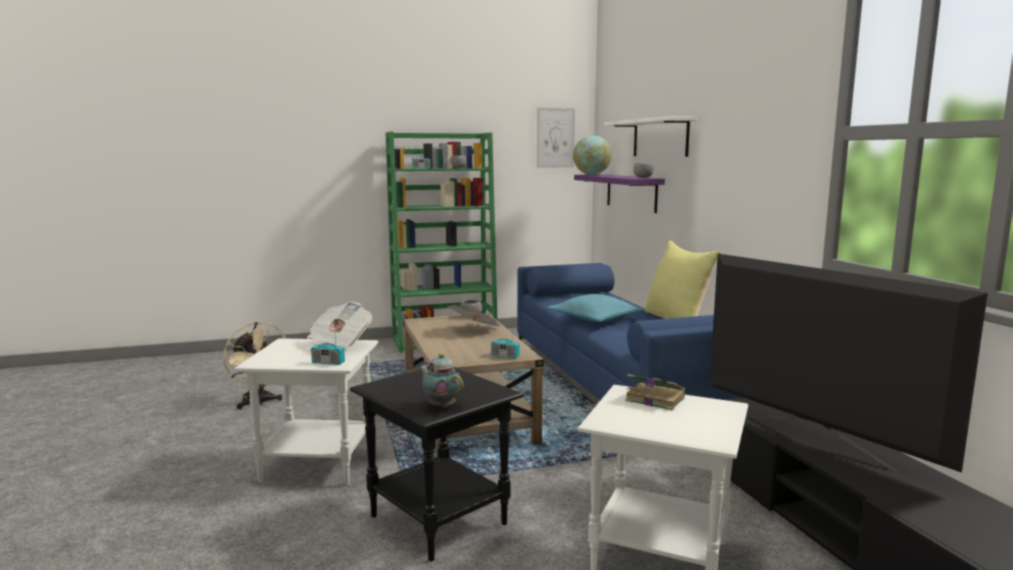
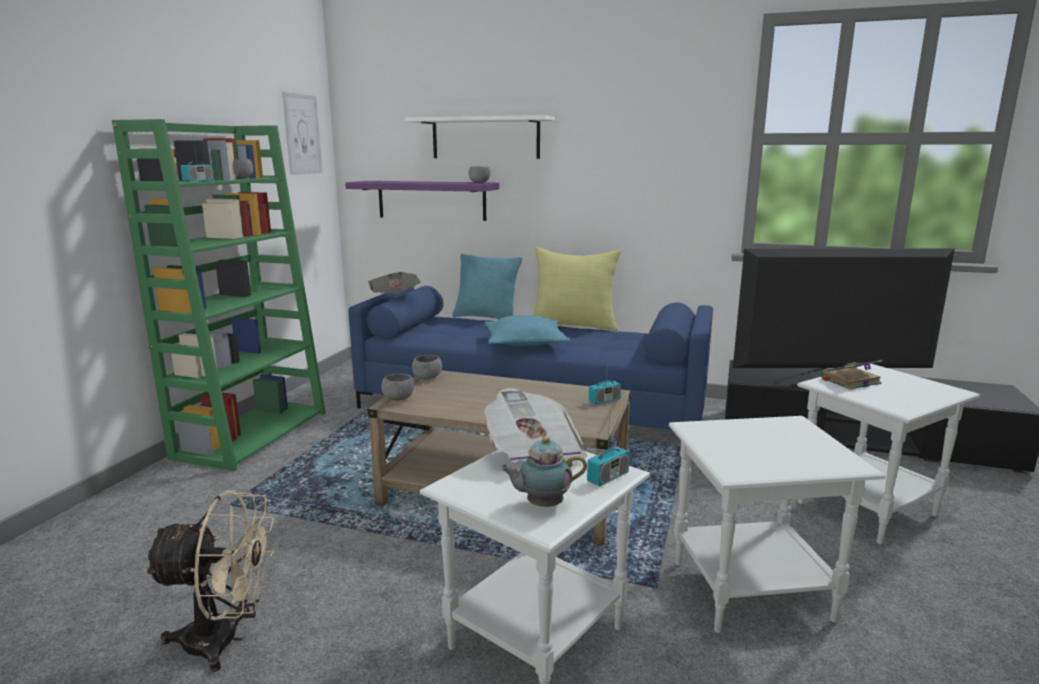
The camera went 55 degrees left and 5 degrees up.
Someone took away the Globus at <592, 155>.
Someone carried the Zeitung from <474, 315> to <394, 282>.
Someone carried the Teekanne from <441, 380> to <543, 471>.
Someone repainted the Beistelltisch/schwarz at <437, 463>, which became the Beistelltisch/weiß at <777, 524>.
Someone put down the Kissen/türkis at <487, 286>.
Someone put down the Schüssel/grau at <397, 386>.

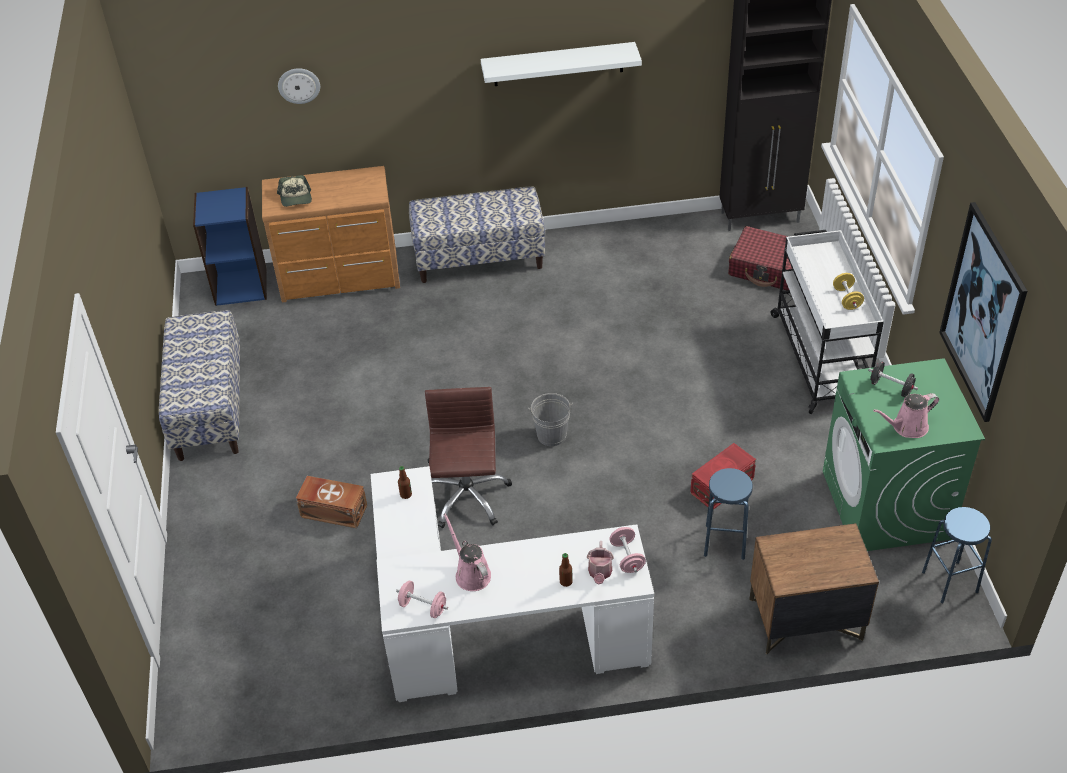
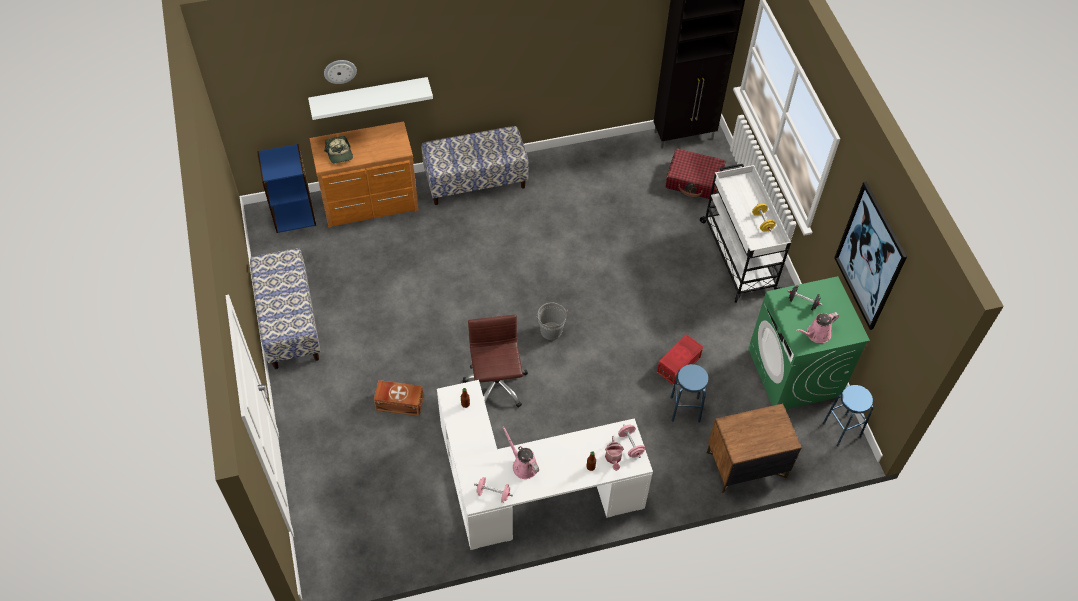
The camera went 10 degrees left and 10 degrees up.
Someone carried the Wandregal/weiß from <561, 64> to <370, 98>.

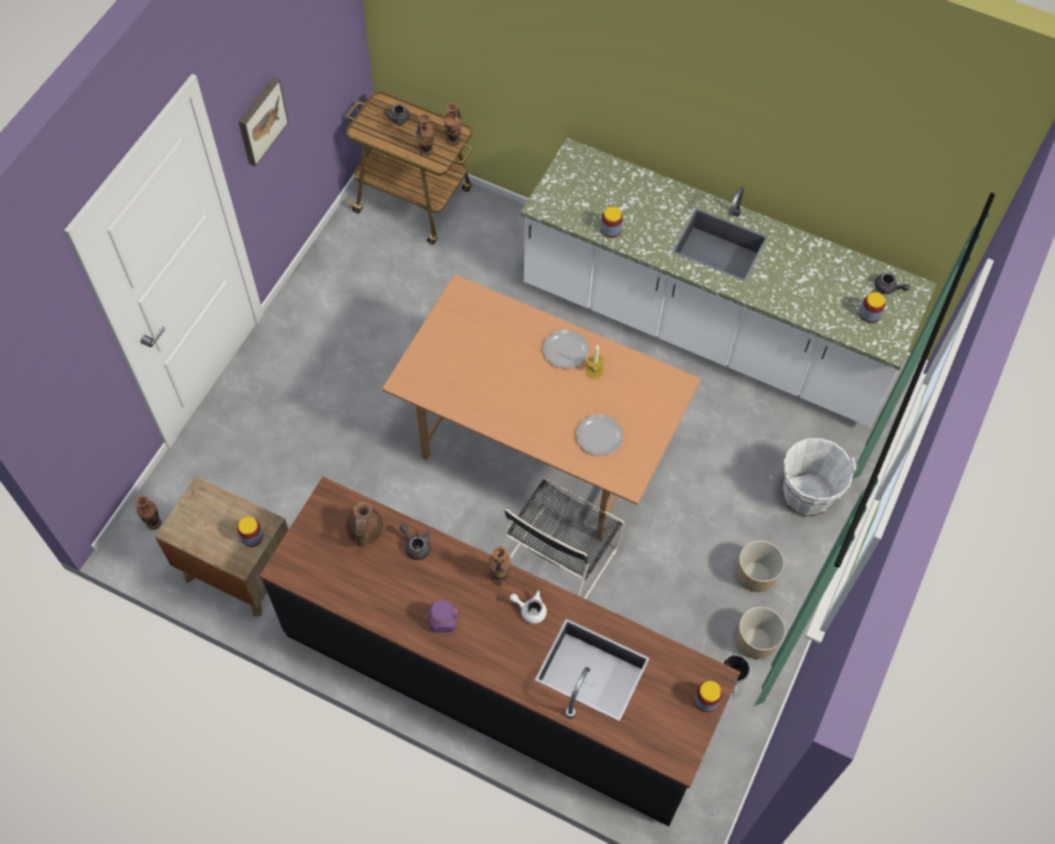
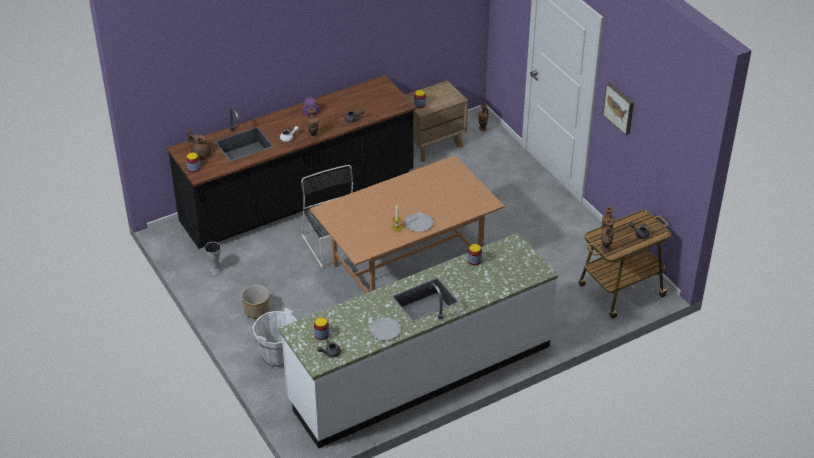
The camera went 125 degrees right and 20 degrees down.
Someone carried the Teller from <600, 435> to <385, 329>.
Someone carried the Teekanne/braun from <364, 523> to <199, 144>.
Someone took away the Pflanzkübel at <761, 632>.

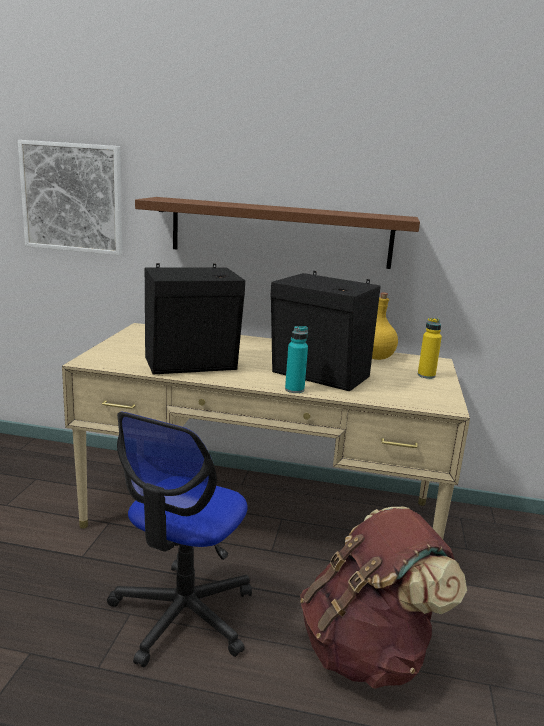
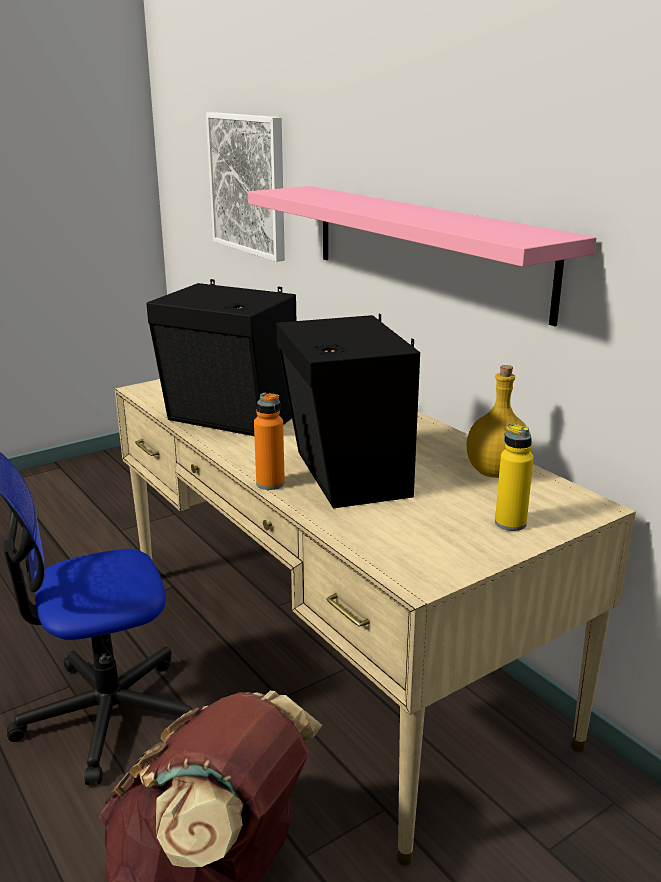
The camera went 45 degrees right and 5 degrees up.
Someone repainted the Wandregal/braun at <277, 233>, which became the Wandregal/rosa at <422, 256>.
Someone repainted the Flasche/türkis at <296, 359>, which became the Flasche/orange at <269, 441>.

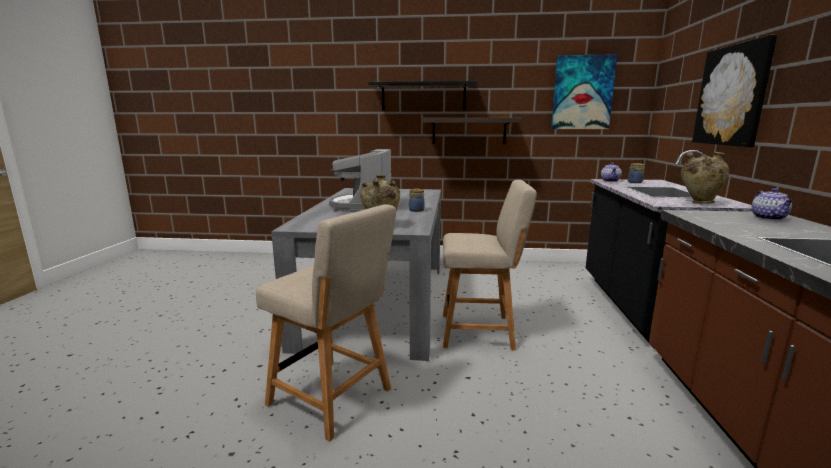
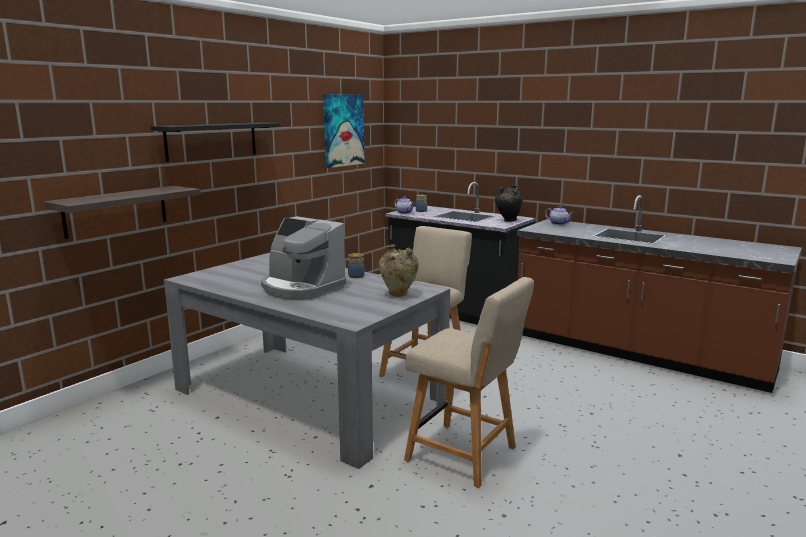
The camera went 60 degrees left and 0 degrees up.
Someone took away the Bild at <734, 91>.
Someone carried the Wandregal from <471, 131> to <121, 212>.
Someone repainted the Vase/beige at <705, 178>, which became the Vase/schwarz at <509, 203>.
Someone rotated the Stuhl/beige at <326, 323> by 60 degrees clockwise.

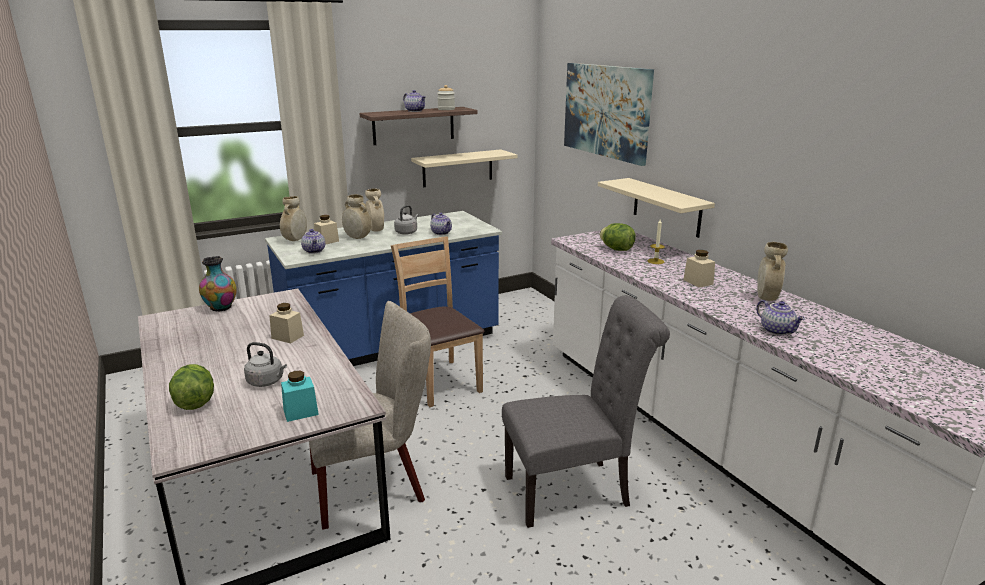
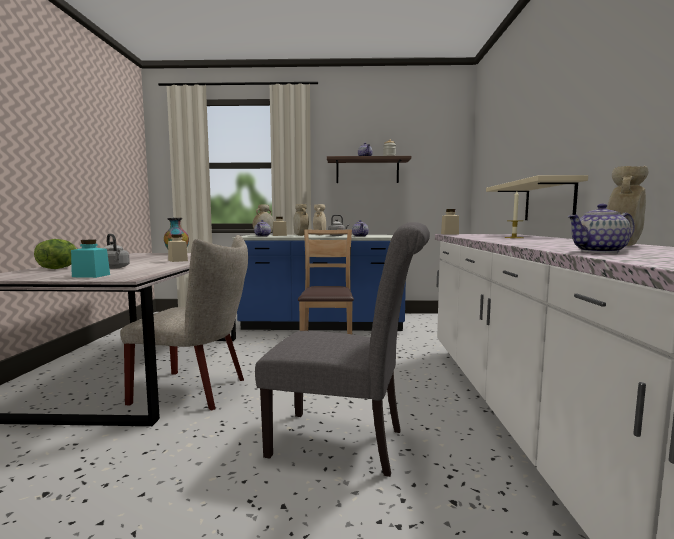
The camera went 30 degrees right and 15 degrees down.
Someone took away the Bild at <609, 114>.
Someone took away the Wandregal/beige at <464, 168>.
Someone took away the Salatkopf at <618, 237>.
Someone carried the Vorratsglas/beige from <699, 269> to <450, 222>.
Someone rotated the Teekanne at <780, 317> by 75 degrees clockwise.

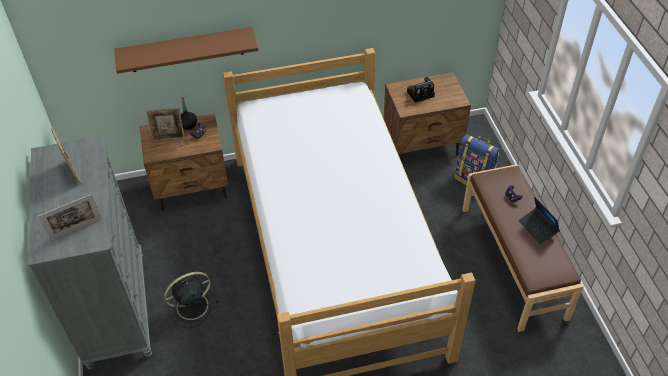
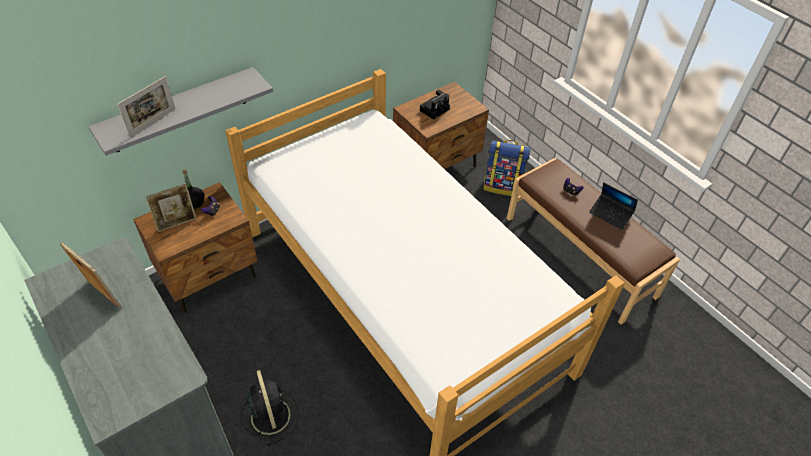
The camera went 25 degrees left and 0 degrees up.
Someone repainted the Wandregal/braun at <186, 50>, which became the Wandregal/grau at <180, 111>.
Someone carried the Bilderrahmen from <70, 217> to <146, 106>.
Someone rotated the Ventilator/schwarz at <191, 300> by 120 degrees clockwise.

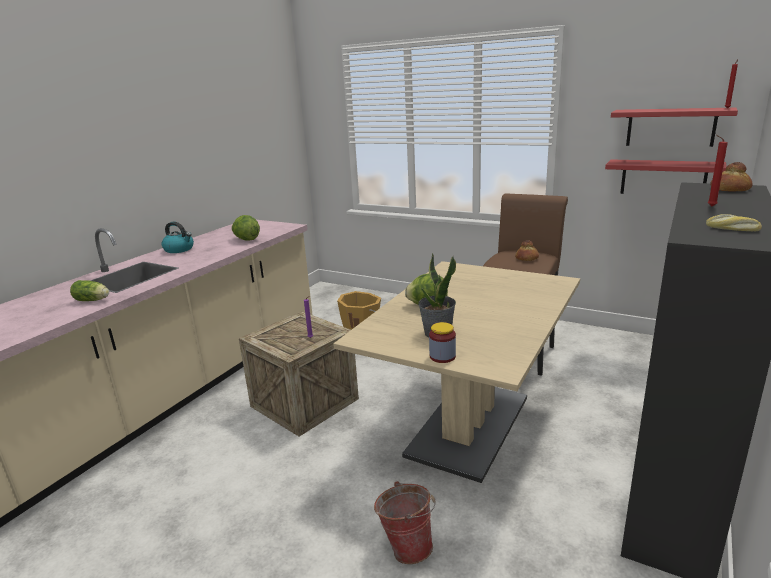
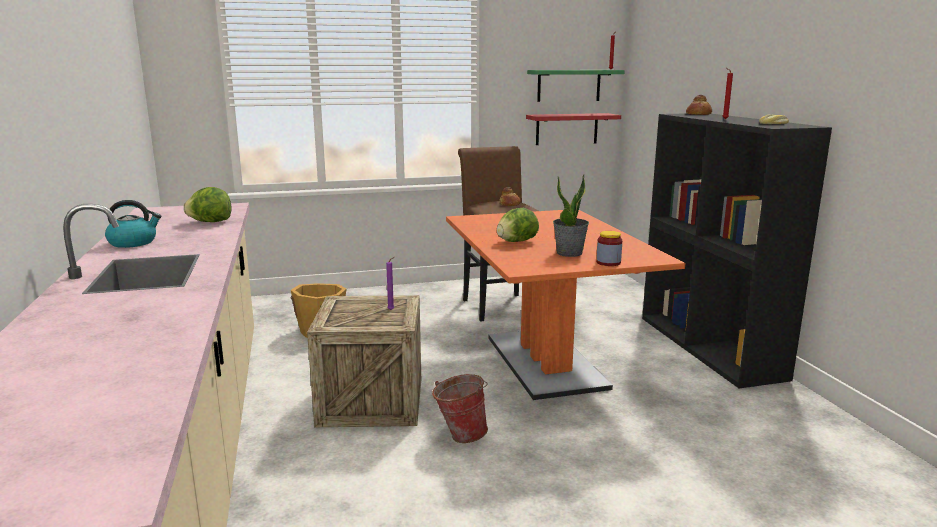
The camera went 45 degrees left and 5 degrees down.
Someone repainted the Wandregal/rot at <674, 127>, which became the Wandregal/grün at <576, 86>.
Someone repainted the Esstisch/beige at <456, 372>, which became the Esstisch/orange at <565, 305>.
Someone took away the Salatkopf at <89, 290>.
Someone carried the Eimer from <405, 522> to <460, 408>.

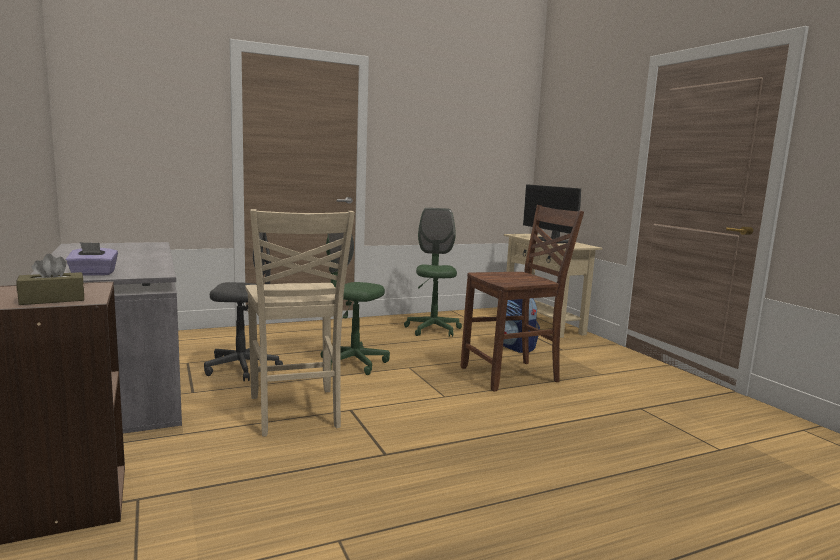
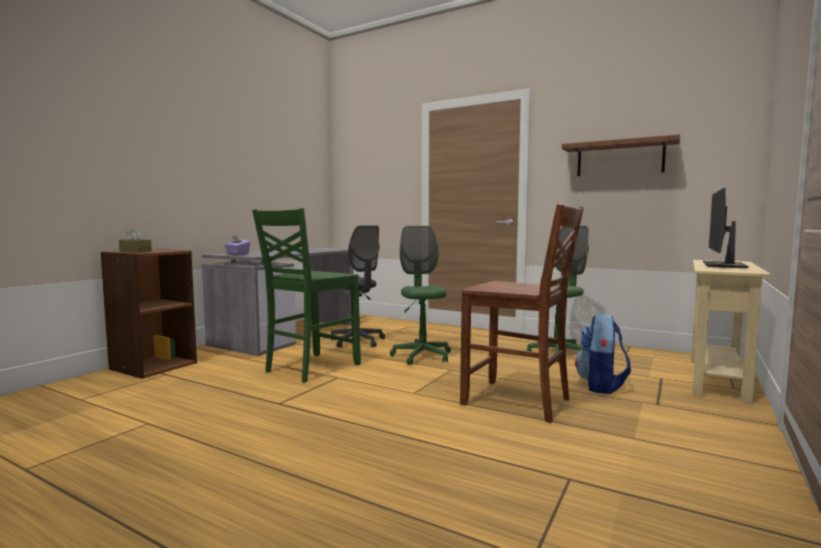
The camera went 55 degrees right and 5 degrees down.
Someone repainted the Stuhl/beige at <300, 322>, which became the Stuhl/grün at <306, 295>.
Someone put up the Wandregal/braun at <621, 155>.

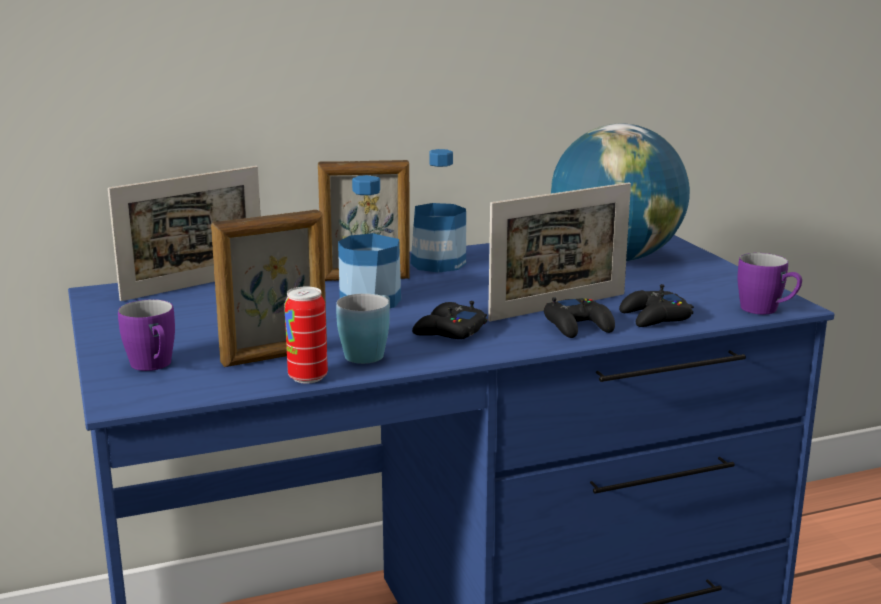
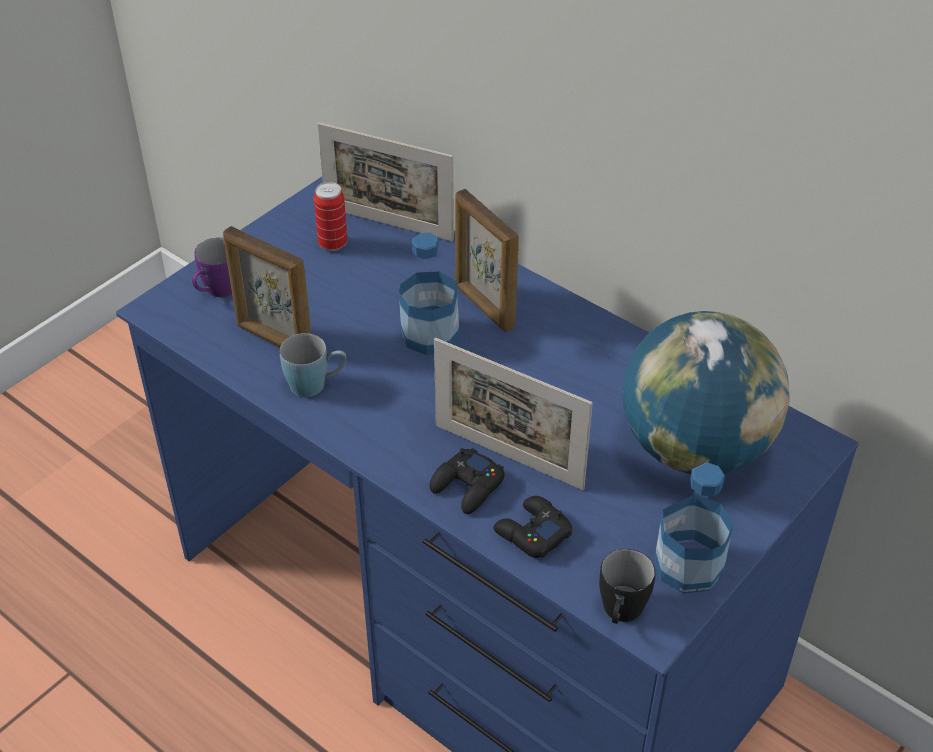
The camera went 60 degrees right and 25 degrees up.
Someone carried the Flasche from <438, 211> to <693, 528>.
Someone repainted the Henkelbecher/lila at <770, 283>, which became the Henkelbecher/schwarz at <627, 586>.
Someone carried the Dose from <306, 335> to <331, 216>.
Someone took away the Gamepad/schwarz at <449, 320>.

